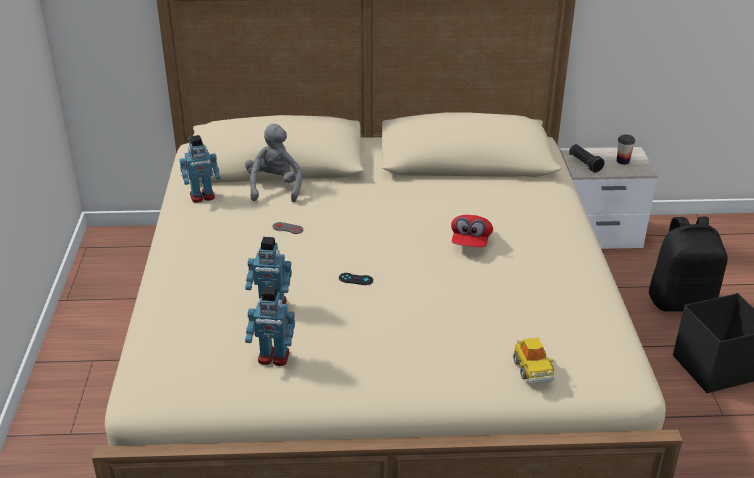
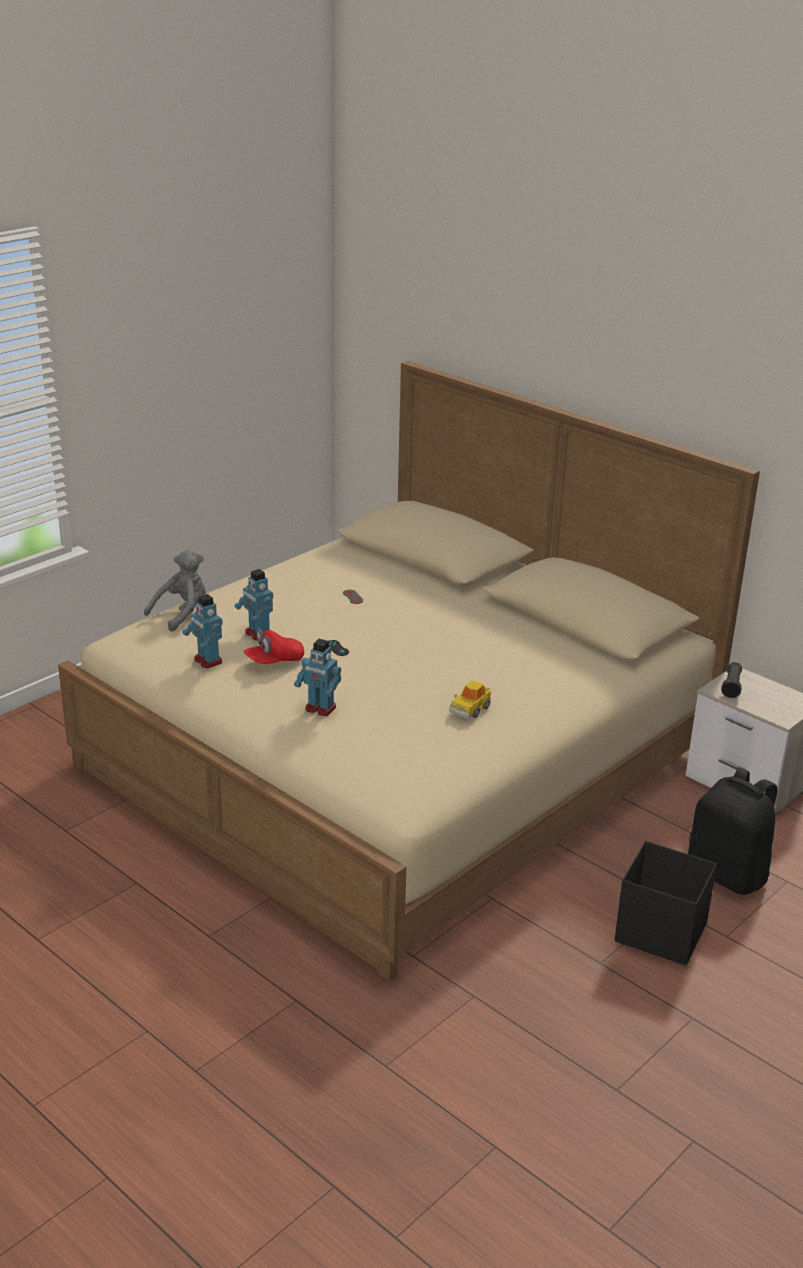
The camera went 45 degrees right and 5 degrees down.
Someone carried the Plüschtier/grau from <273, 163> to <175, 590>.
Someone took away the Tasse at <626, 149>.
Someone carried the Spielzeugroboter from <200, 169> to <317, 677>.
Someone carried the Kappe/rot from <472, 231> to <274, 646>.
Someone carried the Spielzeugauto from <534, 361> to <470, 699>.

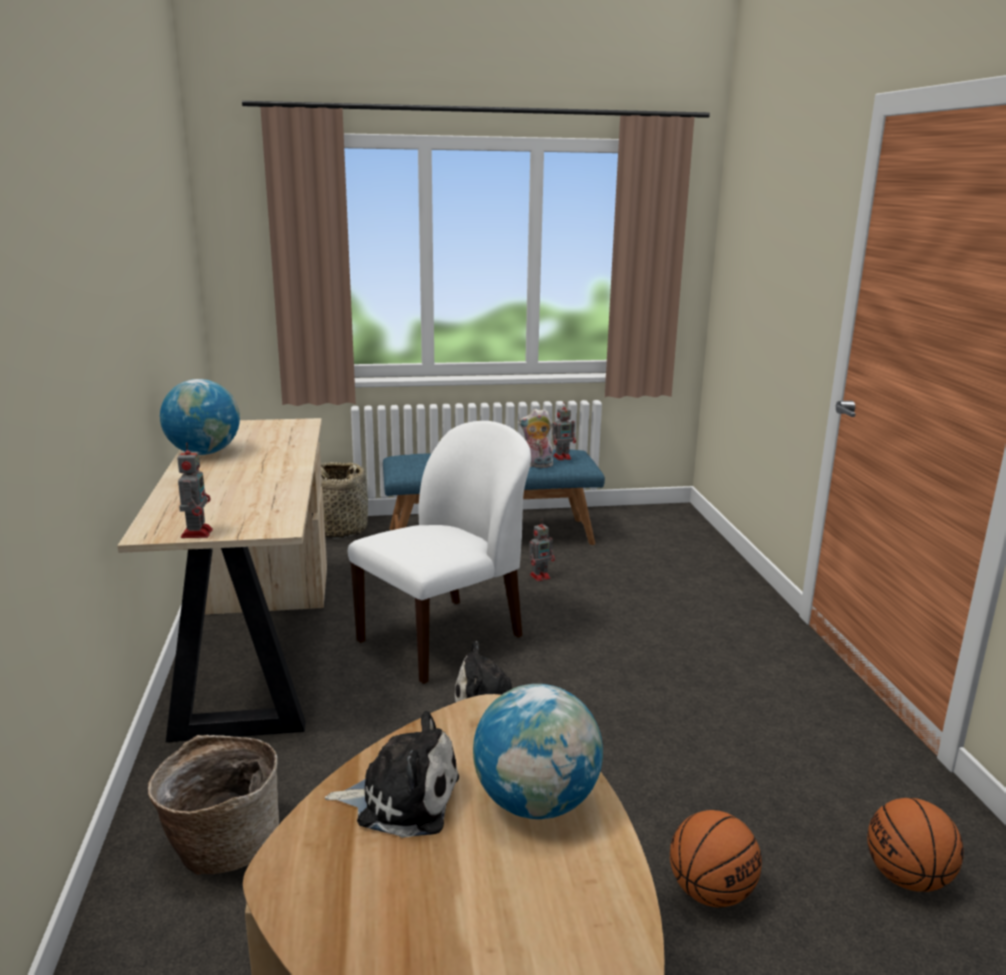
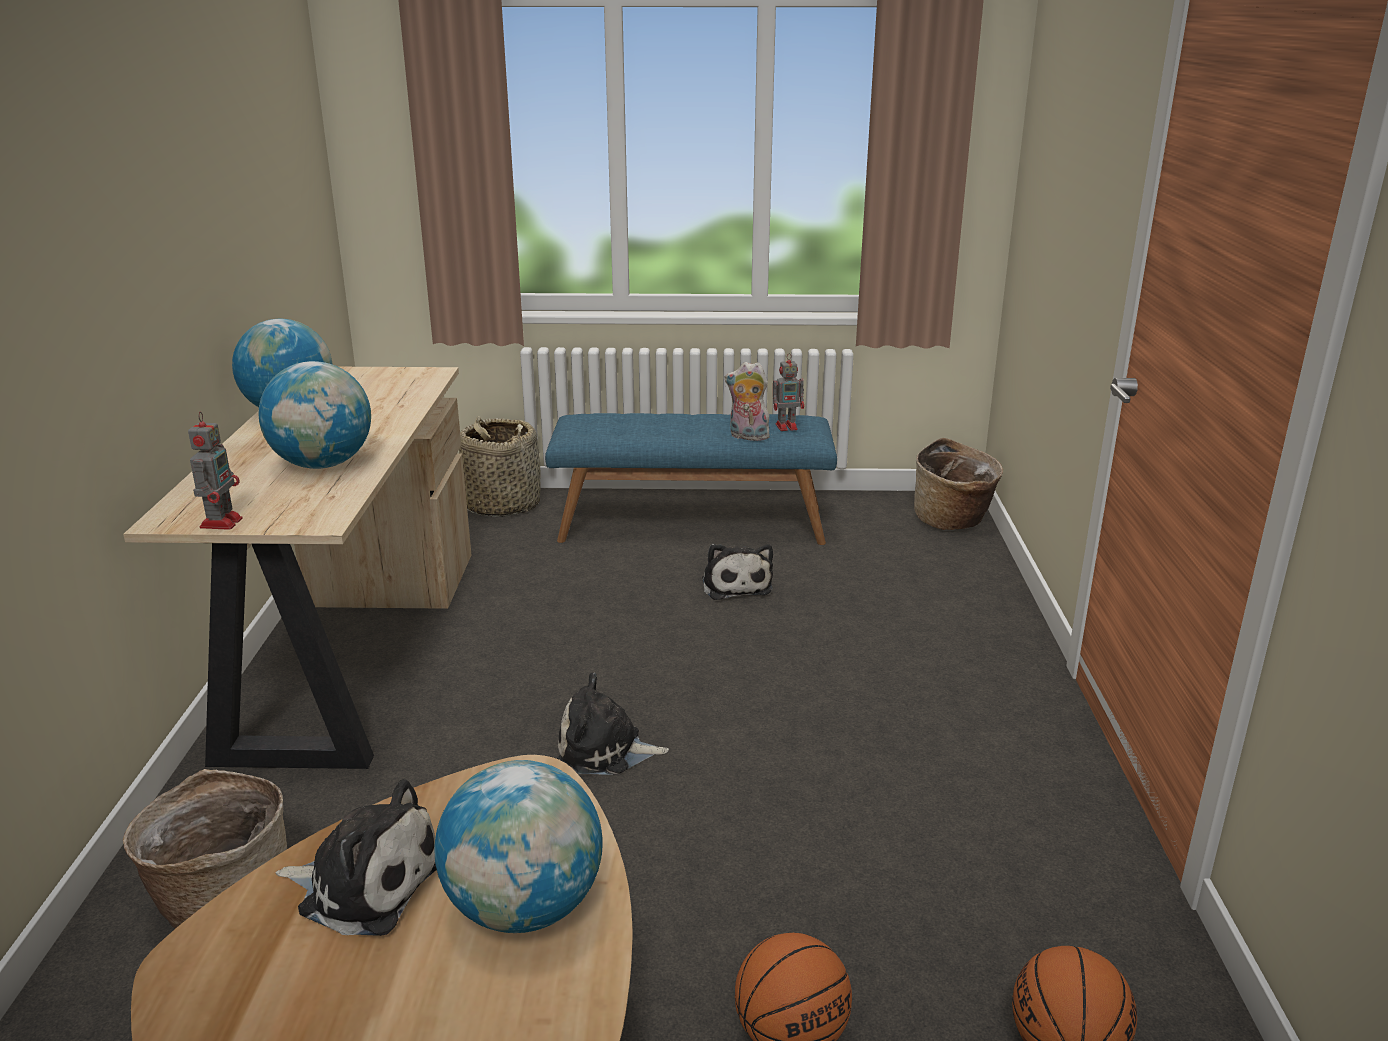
The camera went 10 degrees right and 5 degrees up.
Someone took away the Stuhl/weiß at <439, 552>.
Someone swapped the Spielzeugroboter at <542, 550> for the Plüschtier at <737, 572>.
Someone put down the Globus at <314, 415>.
Someone put down the Korb at <958, 484>.

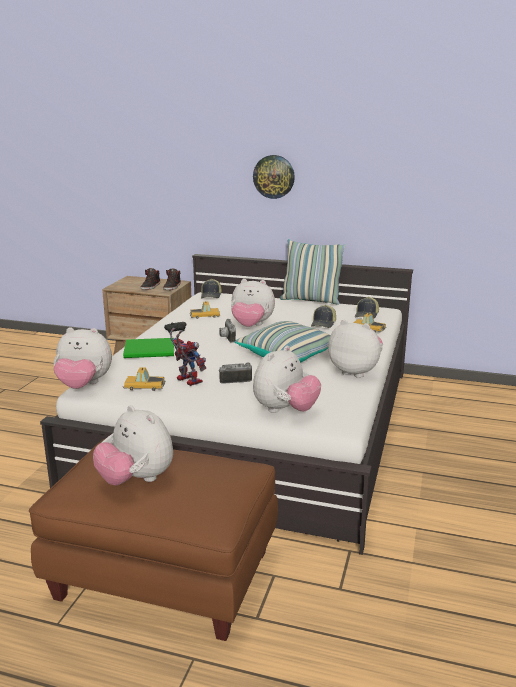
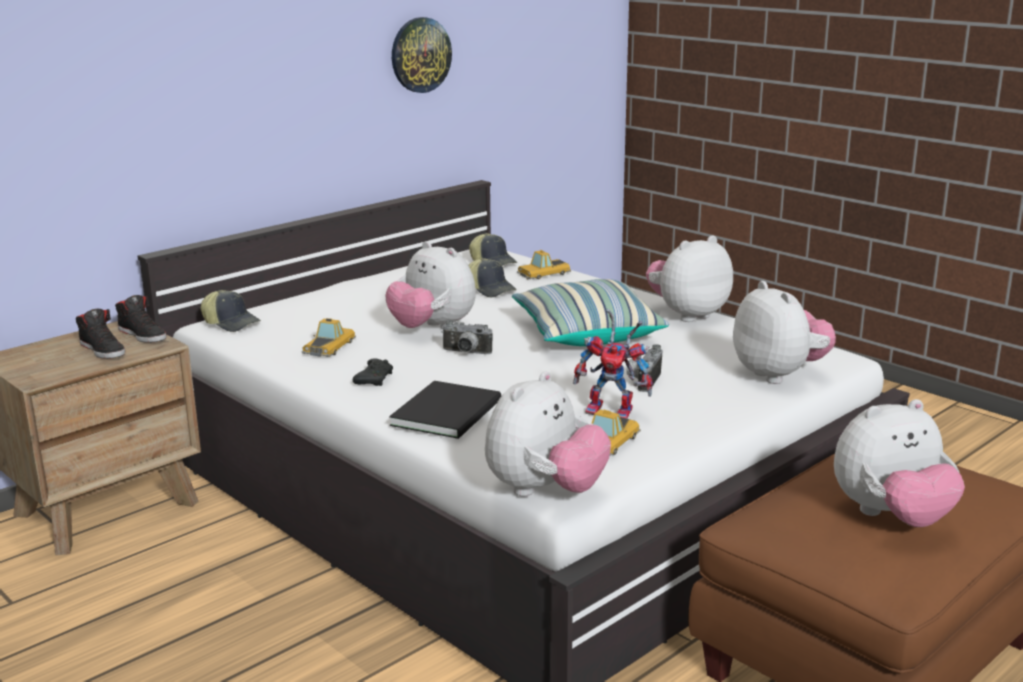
The camera went 60 degrees left and 0 degrees up.
Someone carried the Wanduhr from <274, 177> to <422, 55>.
Someone took away the Kissen at <313, 272>.
Someone rotated the Plüschtier at <253, 303> by 90 degrees clockwise.
Someone rotated the Spielzeugroboter at <187, 357> by 150 degrees counterclockwise.
Someone repainted the Buch/grün at <148, 348>, which became the Buch/schwarz at <445, 410>.

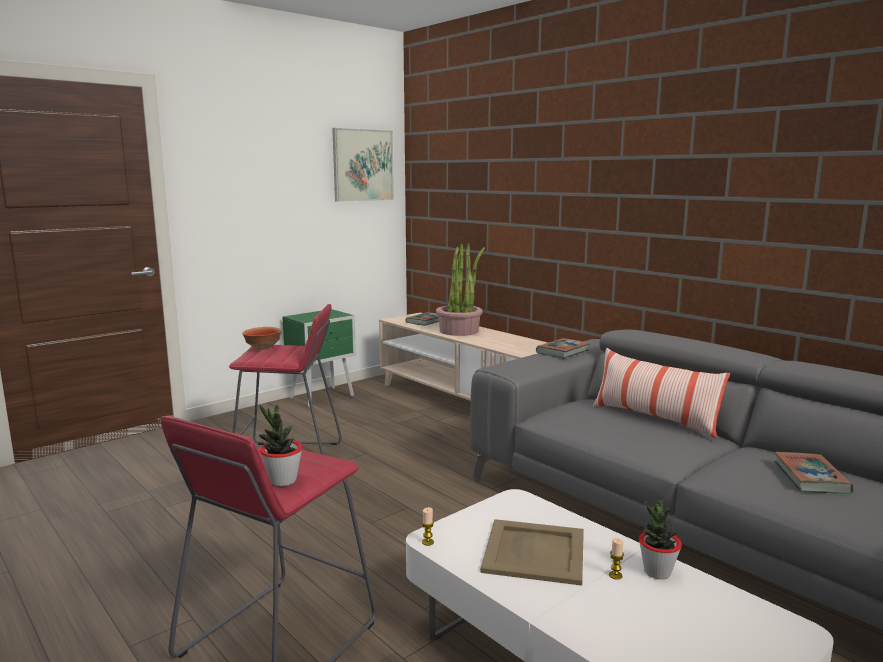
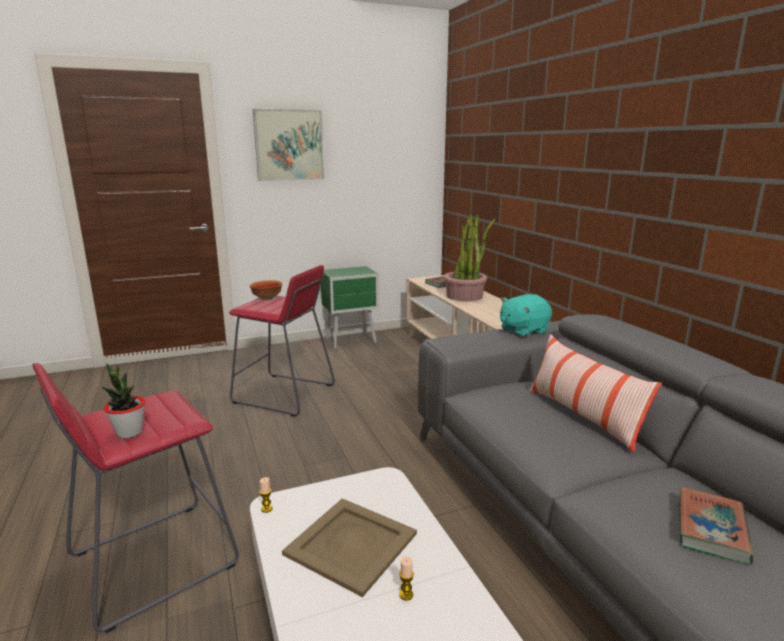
The camera went 20 degrees right and 5 degrees up.
Someone carried the Bild from <363, 165> to <288, 145>.
Someone swapped the Buch at <563, 348> for the Plüschtier/türkis at <526, 315>.
Someone took away the Topfpflanze at <660, 539>.

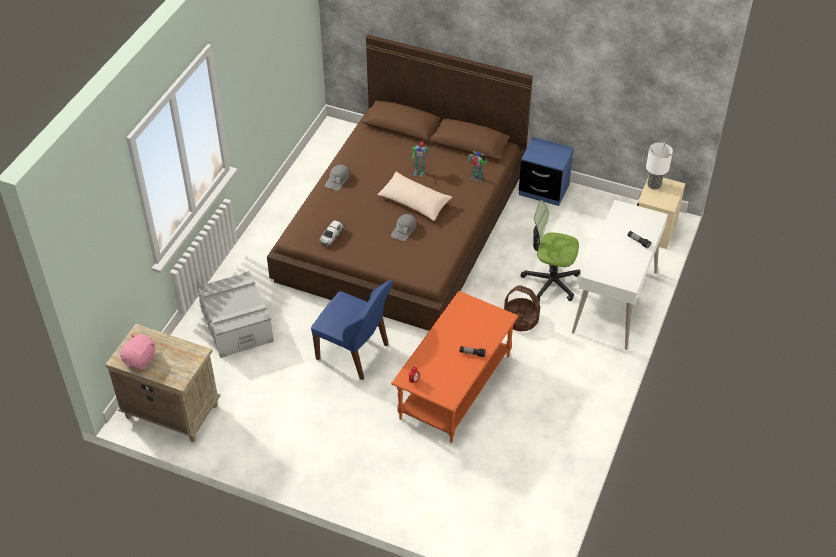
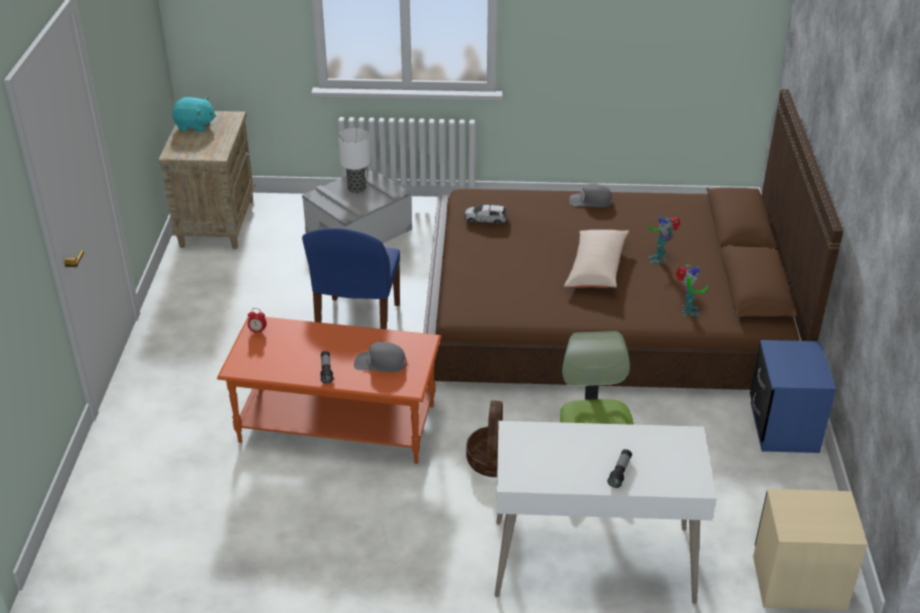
The camera went 70 degrees right and 10 degrees down.
Someone carried the Tischlampe from <659, 166> to <354, 160>.
Someone carried the Kappe/grau from <403, 227> to <380, 357>.
Someone repainted the Plüschtier/rosa at <138, 352>, which became the Plüschtier/türkis at <194, 114>.

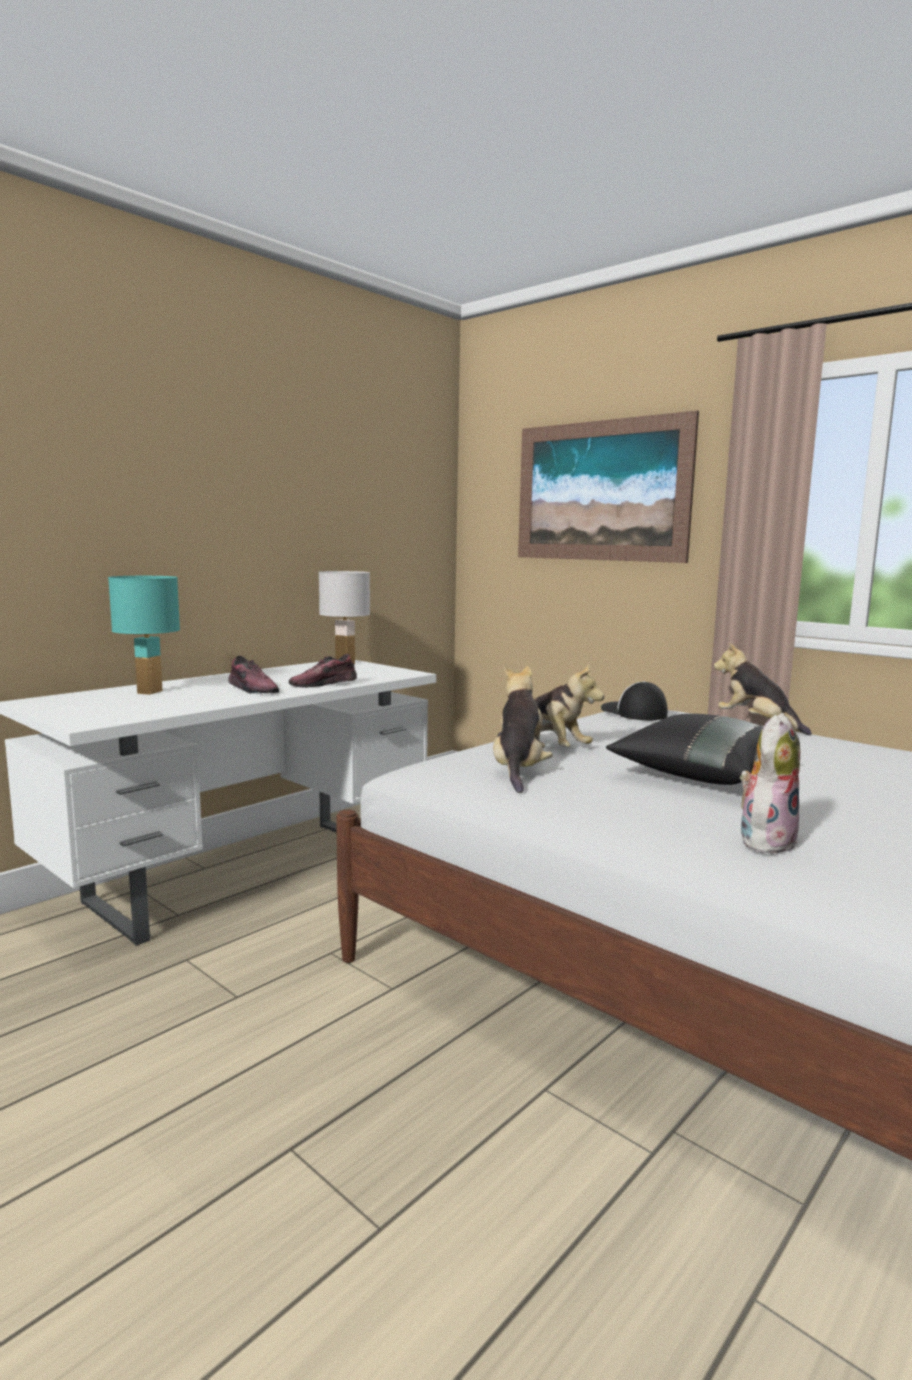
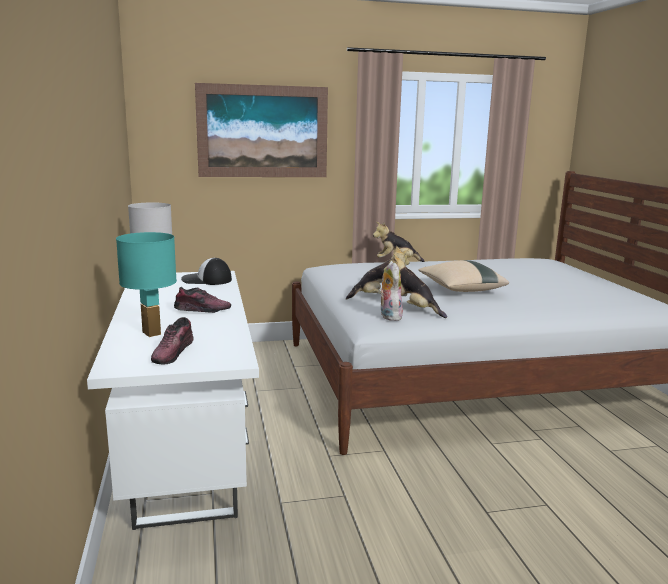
The camera went 55 degrees left and 5 degrees up.
Someone carried the Schuh from <323, 671> to <172, 340>.
Someone carried the Kappe from <634, 700> to <206, 271>.
Someone carried the Plüschtier from <769, 783> to <390, 291>.
Someone repainted the Kissen/schwarz at <684, 749>, which became the Kissen/beige at <463, 276>.

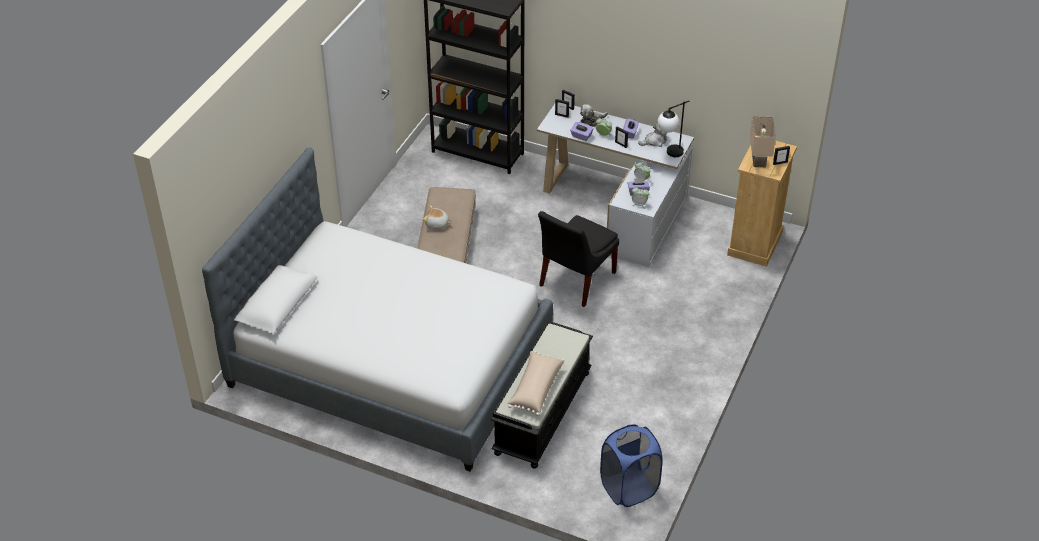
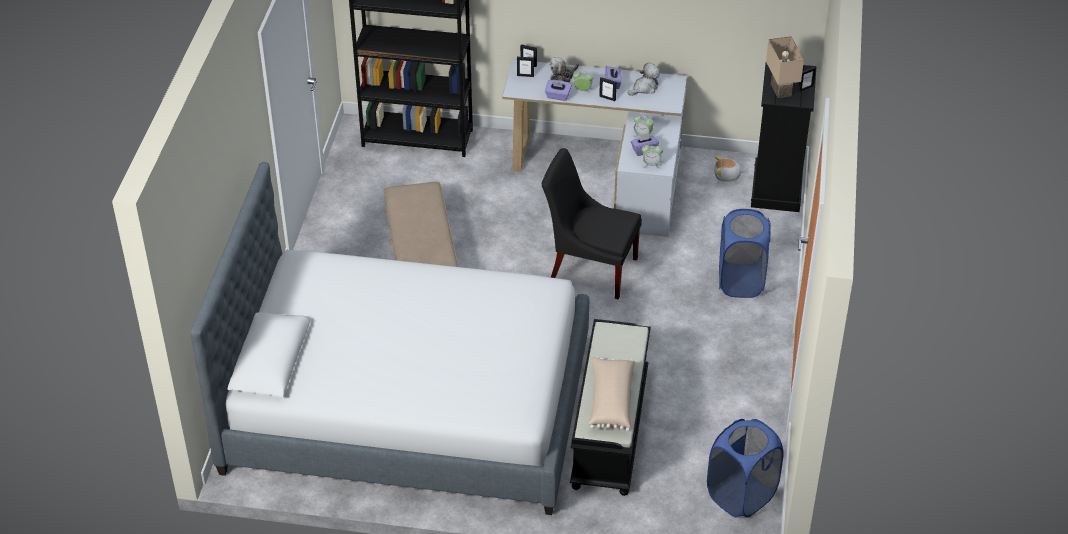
The camera went 15 degrees left and 0 degrees up.
Someone took away the Tischlampe at <673, 129>.
Someone repainted the Kommode/beige at <762, 201>, which became the Kommode/schwarz at <783, 137>.
Someone carried the Plüschtier from <437, 217> to <729, 169>.
Someone rotated the Stuhl/schwarz at <578, 259> by 90 degrees clockwise.
Someone put down the Wäschekorb/blau at <745, 253>.

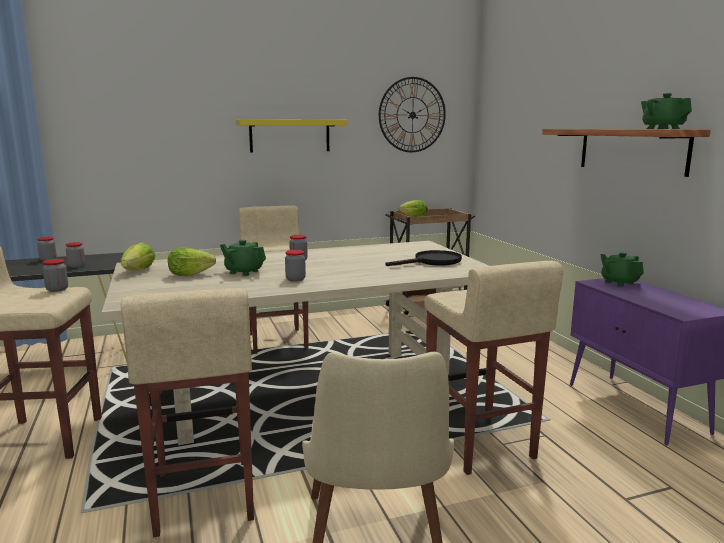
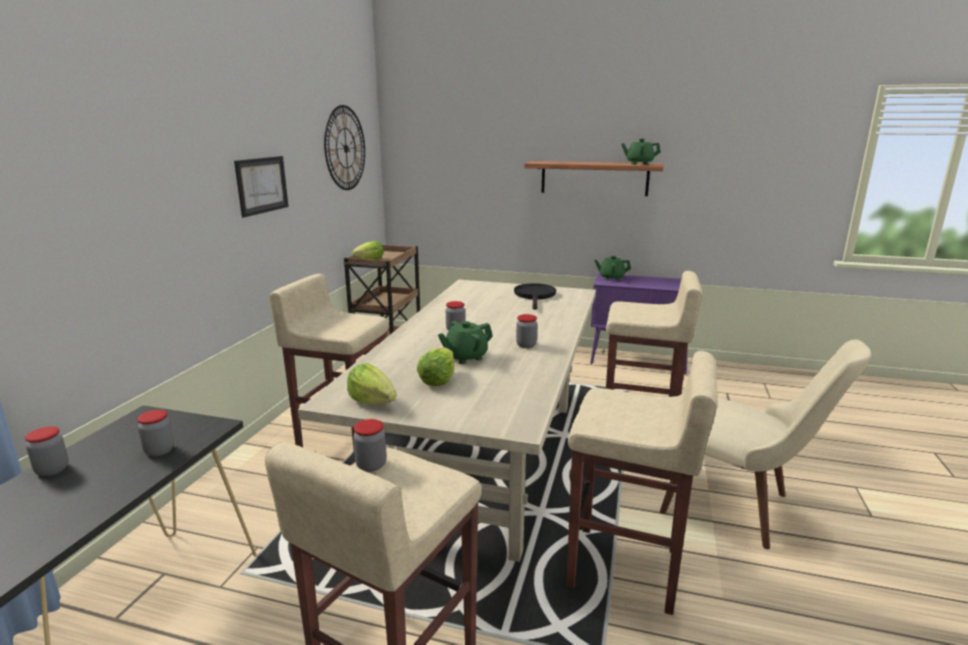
The camera went 55 degrees left and 5 degrees up.
Someone swapped the Wandregal/gelb at <292, 135> for the Bild at <261, 186>.

